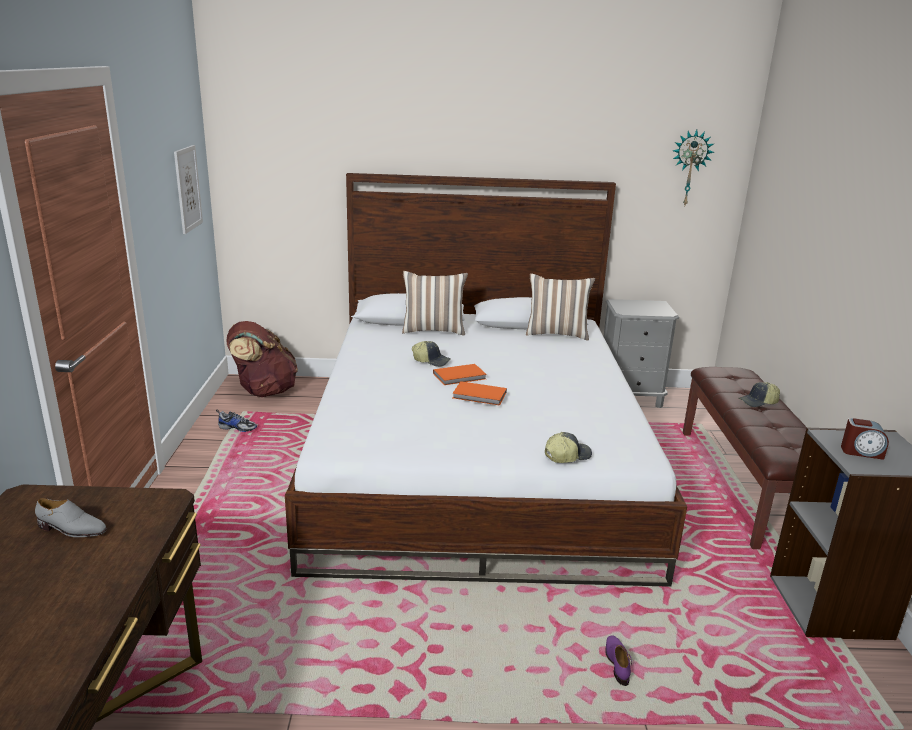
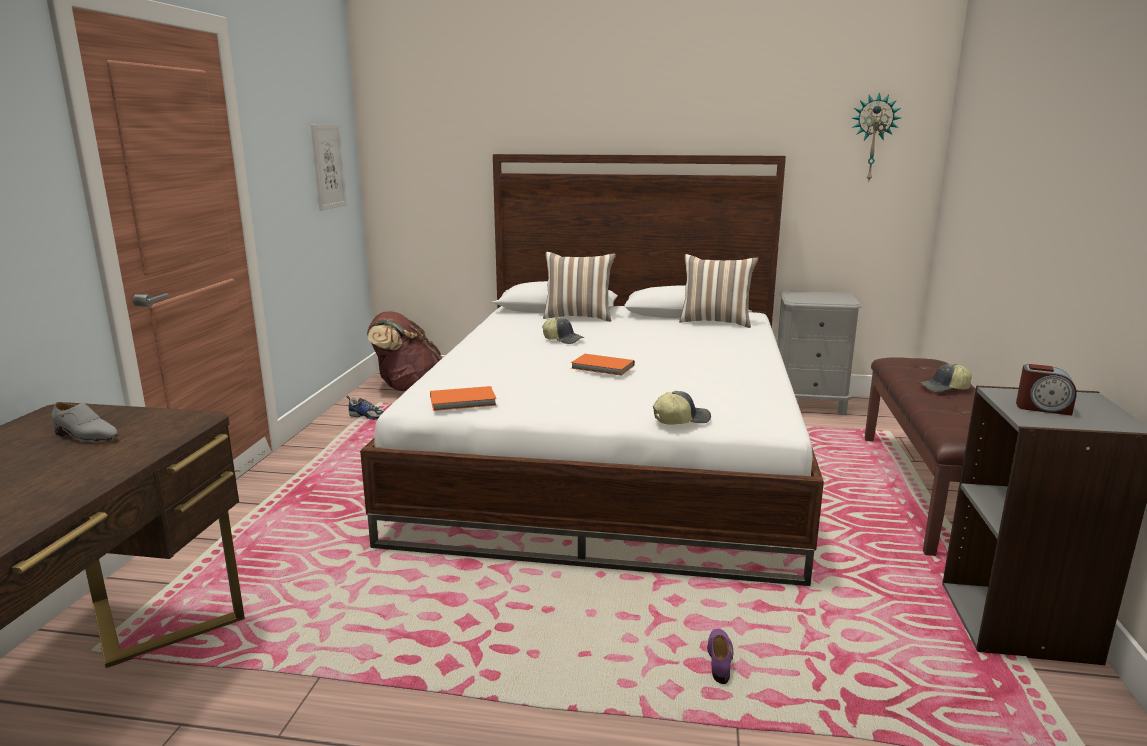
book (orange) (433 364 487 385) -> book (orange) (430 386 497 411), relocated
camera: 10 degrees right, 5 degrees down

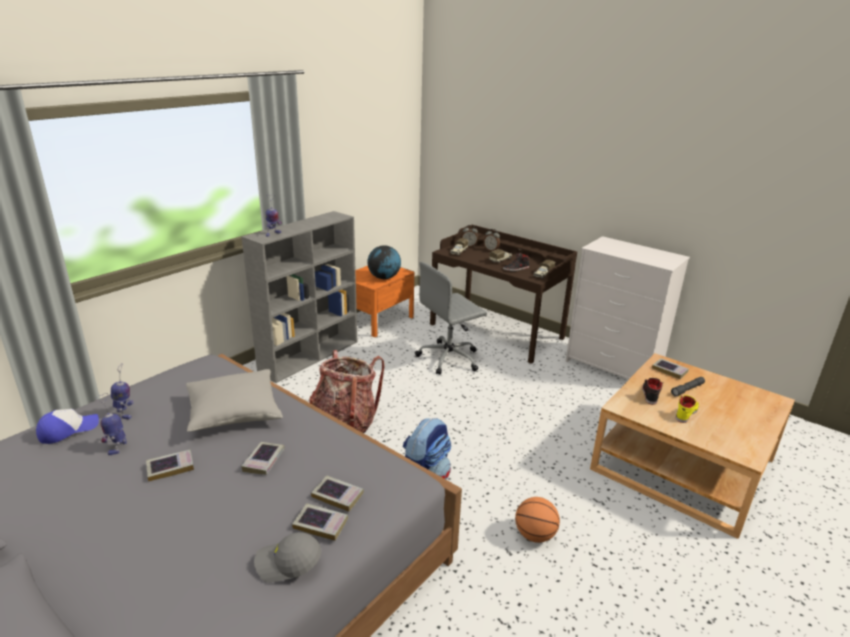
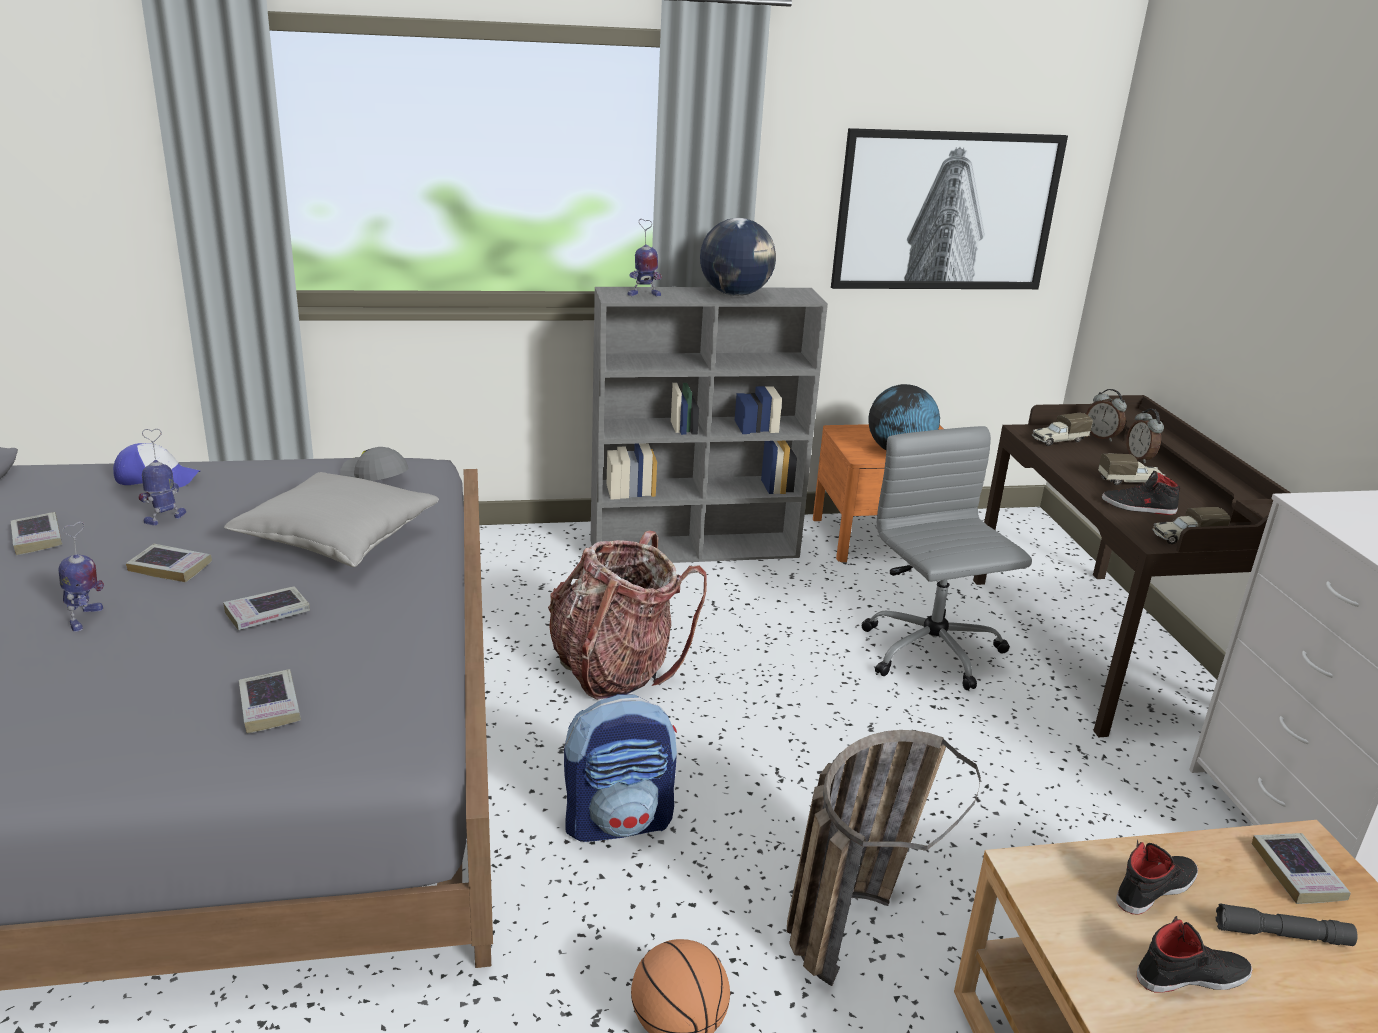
book (292 503 348 541) -> book (11 512 62 555), relocated
toy robot (111 363 134 419) -> toy robot (59 522 104 632), relocated
cap (grey) (254 532 321 583) -> cap (grey) (340 447 408 481), relocated
none -> globe (700 218 776 296)
none -> basket (787 730 981 986)
none -> picture (831 128 1068 289)
office chair (grey) (415 262 487 375) -> office chair (grey) (862 426 1032 690), 60 degrees clockwise
shoe (yellow) (676 395 699 423) -> shoe (black) (1137 916 1253 993)
camera: 40 degrees right, 0 degrees up

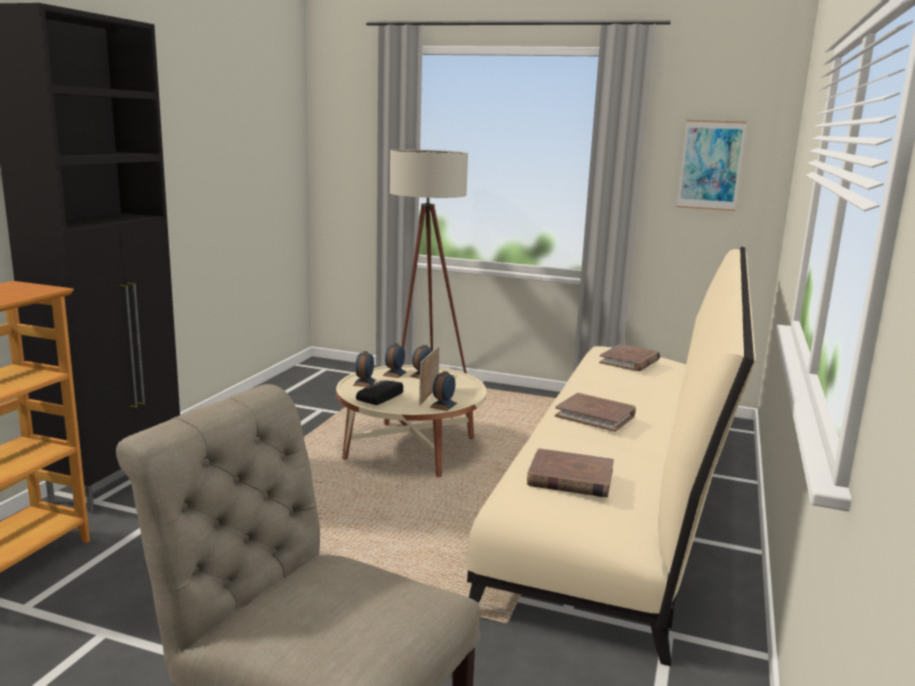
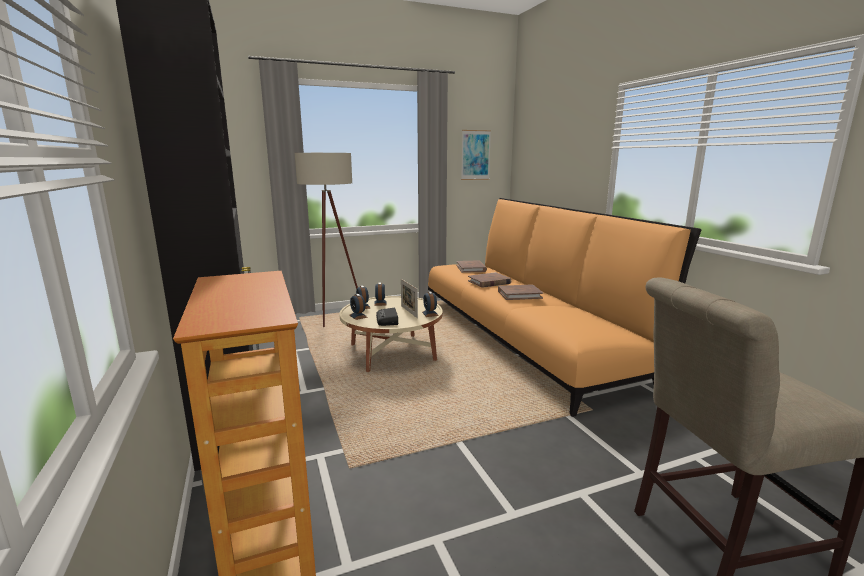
sofa (beige) (465 247 756 666) -> sofa (orange) (428 198 702 417)
book (brown) (527 448 614 498) -> book (brown) (468 272 511 288), relocated
camera: 40 degrees left, 0 degrees up

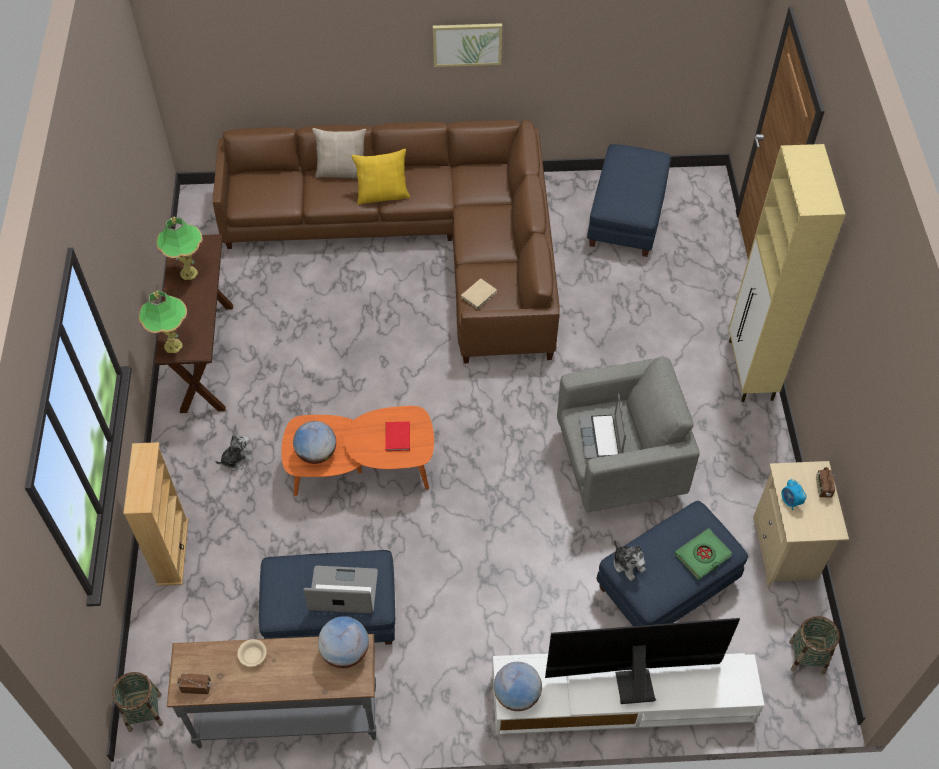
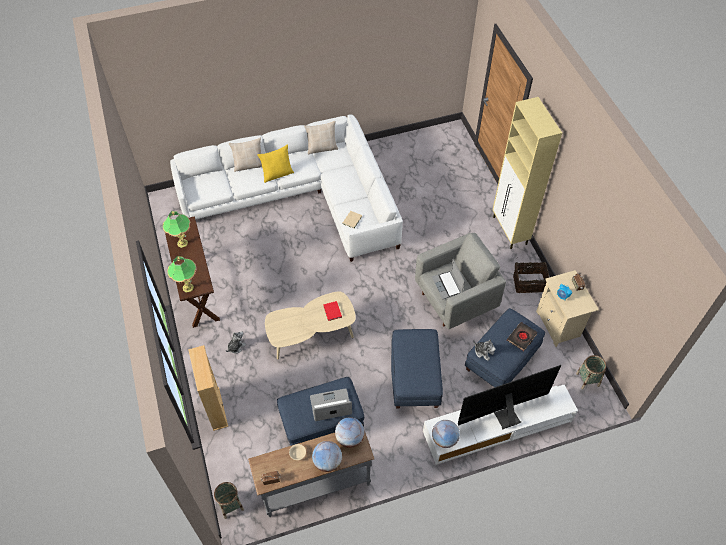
sofa (brown) (213 120 560 363) -> sofa (white) (170 115 403 262)
coffee table (orange) (281 406 434 496) -> coffee table (beige) (265 291 356 360)
none -> pillow (beige) (304 121 338 155)
globe (293 421 336 464) -> globe (312 441 342 472), relocated
ottoman (blue) (587 144 671 257) -> ottoman (blue) (391 329 443 409), relocated
book (green) (674 528 732 580) -> book (black) (507 322 538 351)
none -> basket (513 262 549 293)
picture (433 23 502 67) -> none
camera: 15 degrees left, 0 degrees up

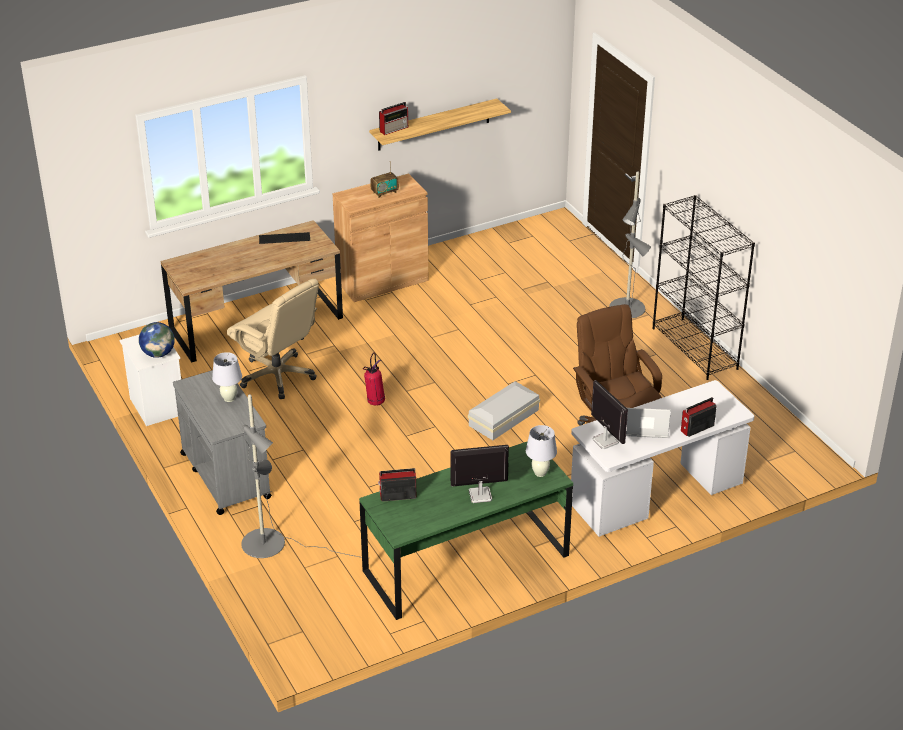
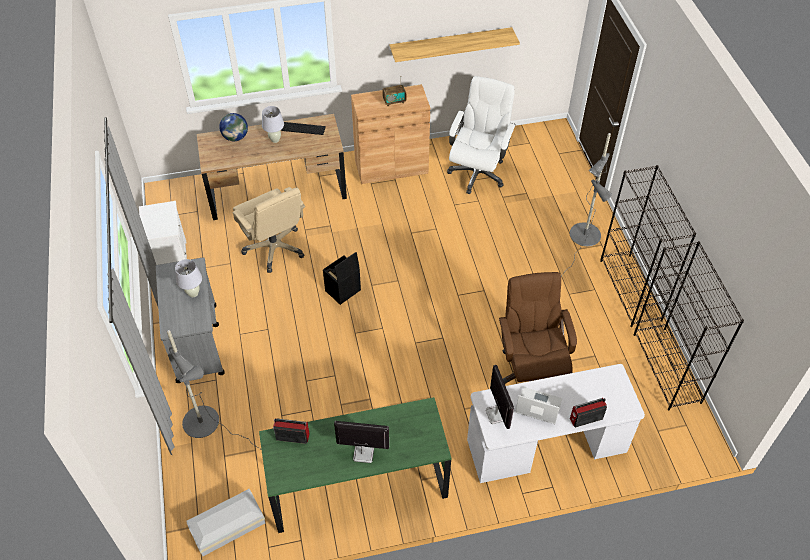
storage box (white) (468 381 540 440) -> storage box (white) (187 489 265 556), relocated
globe (139 322 175 358) -> globe (219 113 248 141), relocated
table lamp (white) (526 425 557 477) -> table lamp (white) (262 106 284 143), relocated
fire extinguisher (363 352 385 405) -> storage box (black) (323 252 361 305)
none -> office chair (white) (447 76 516 194)
none -> bookcase (black) (634 241 744 410)
radio (379 102 408 135) -> none
camera: 15 degrees right, 15 degrees up

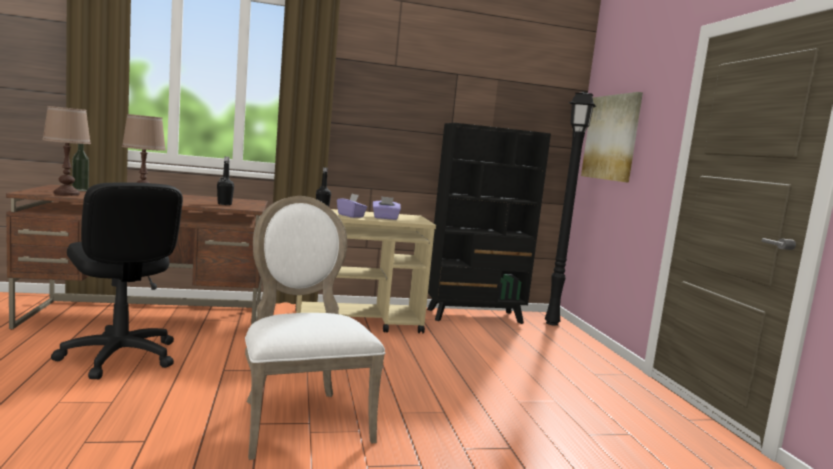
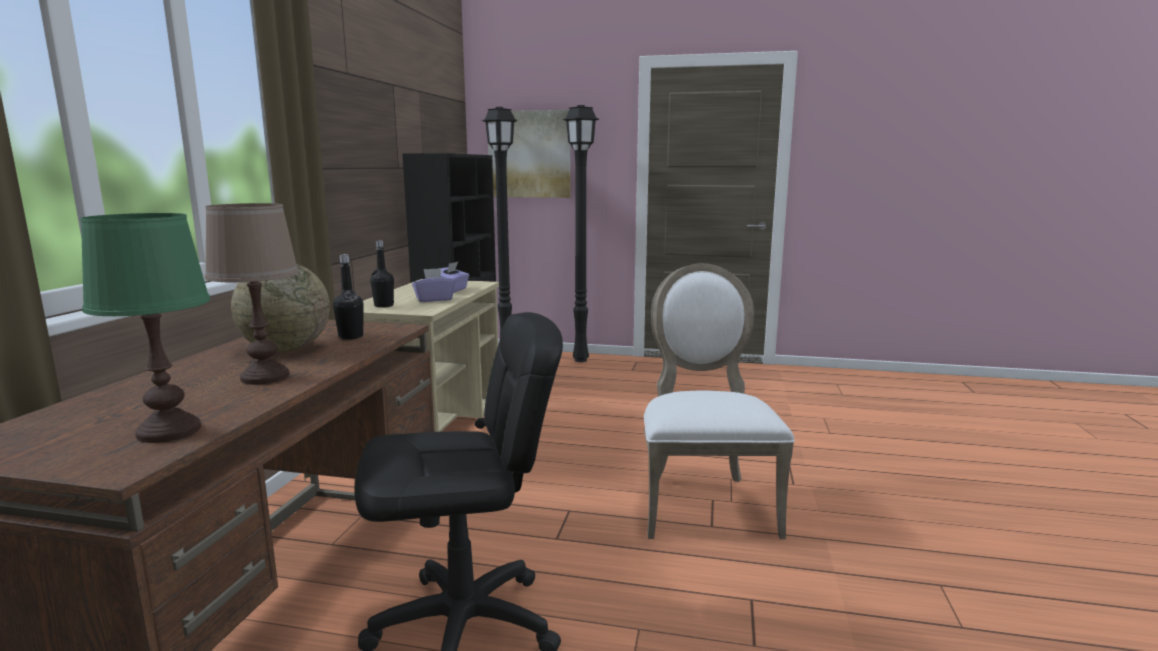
table lamp (brown) (42 106 91 196) -> table lamp (green) (80 213 210 443)
none -> globe (231 264 330 352)
none -> floor lamp (black) (563 105 599 362)
chair (white) (245 196 385 460) -> chair (white) (644 263 795 539), 90 degrees clockwise
bottle (72 144 89 191) -> none
camera: 65 degrees left, 5 degrees up

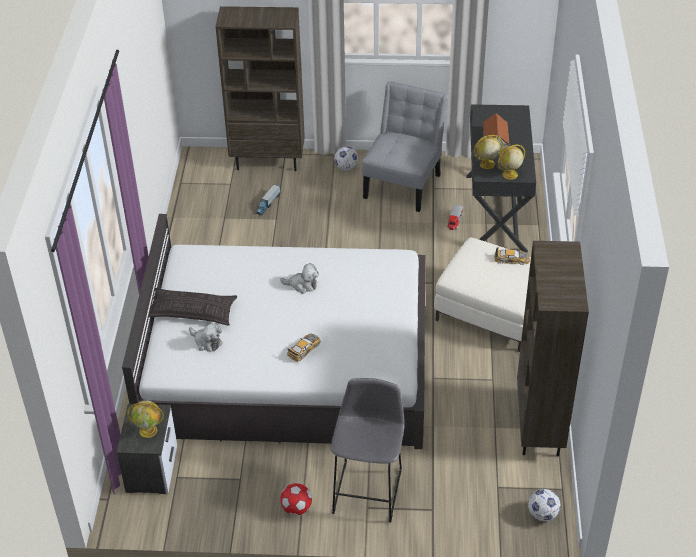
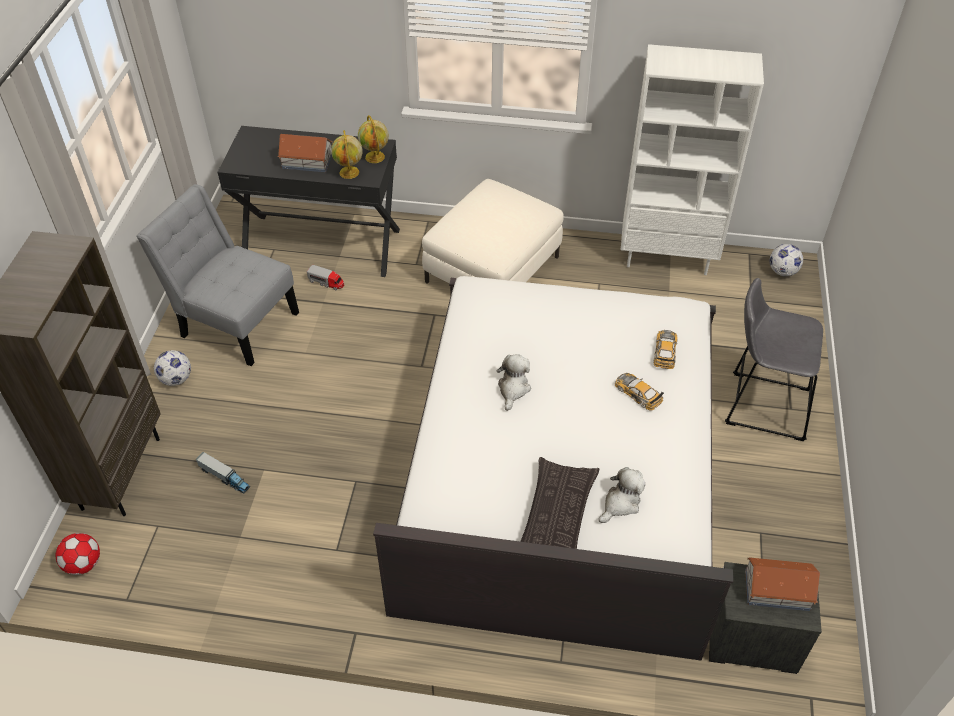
football (280 483 312 515) -> football (56 533 100 575), relocated
bookcase (brown) (517 241 589 456) -> bookcase (white) (621 44 764 275)
toy car (495 247 530 265) -> toy car (654 330 678 369), relocated
globe (127 400 164 438) -> toy house (745 558 820 611)
camera: 85 degrees left, 5 degrees up

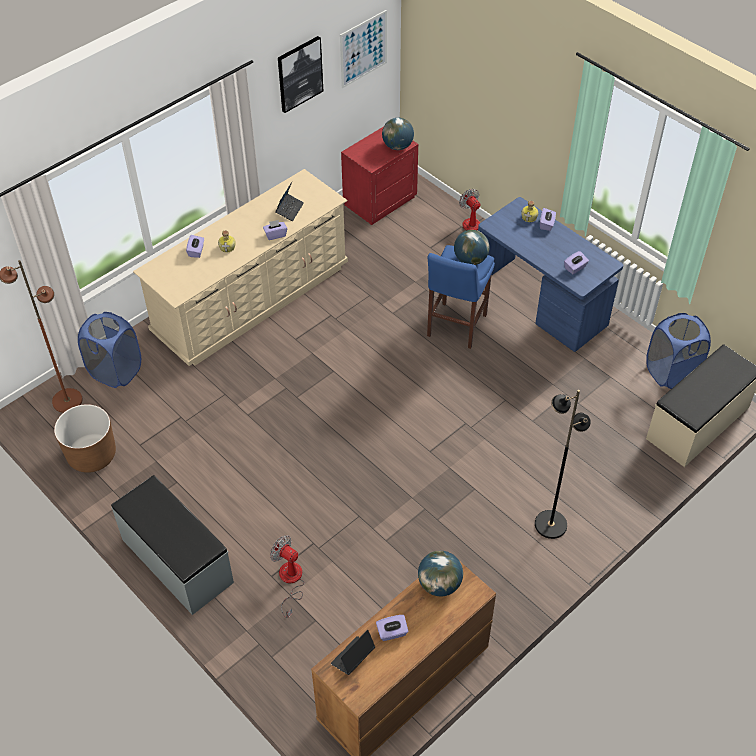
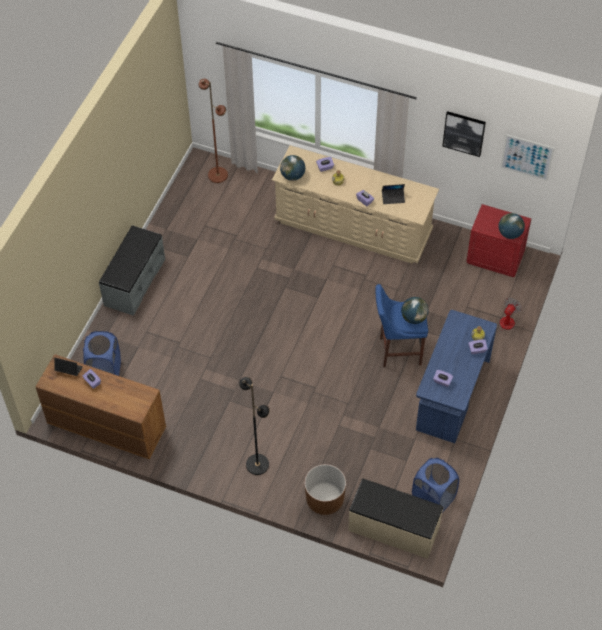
laundry basket (blue) (78 312 141 388) -> laundry basket (blue) (83 331 121 376), relocated
globe (418 551 463 596) -> globe (280 155 305 181), relocated
planter (brown) (54 404 116 473) -> planter (brown) (304 464 346 515), relocated
fan (270 535 305 618) -> none
camera: 65 degrees right, 5 degrees up

